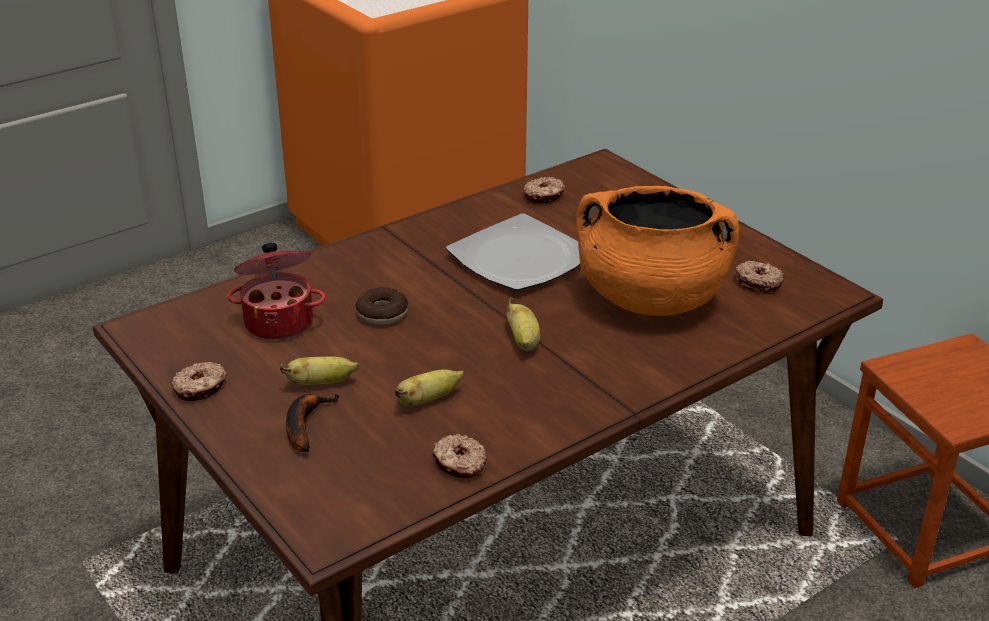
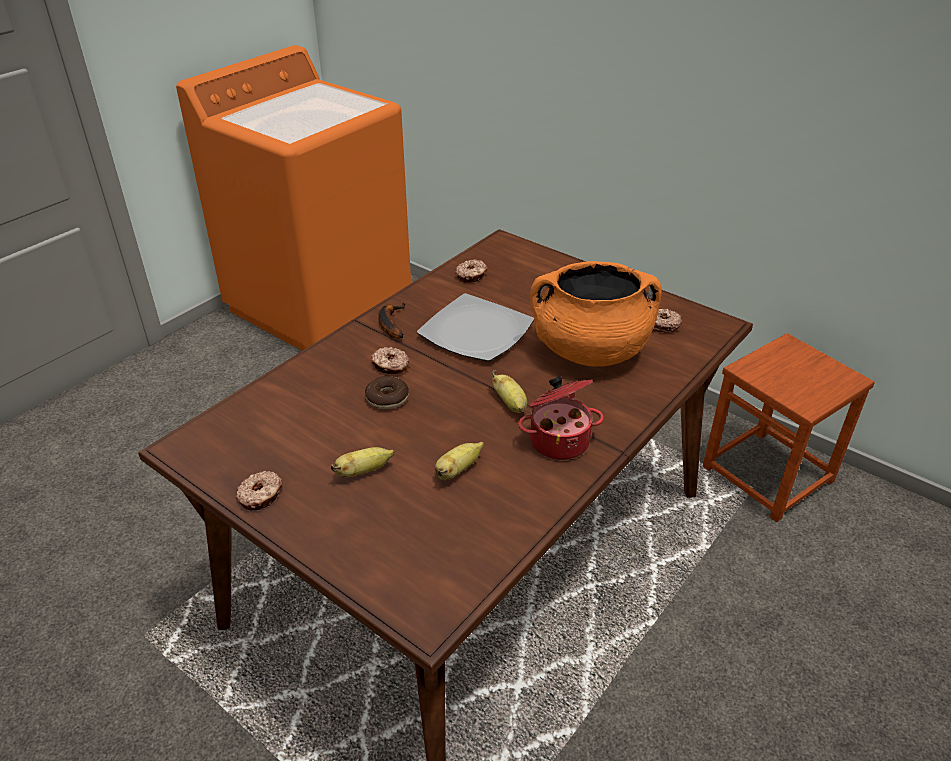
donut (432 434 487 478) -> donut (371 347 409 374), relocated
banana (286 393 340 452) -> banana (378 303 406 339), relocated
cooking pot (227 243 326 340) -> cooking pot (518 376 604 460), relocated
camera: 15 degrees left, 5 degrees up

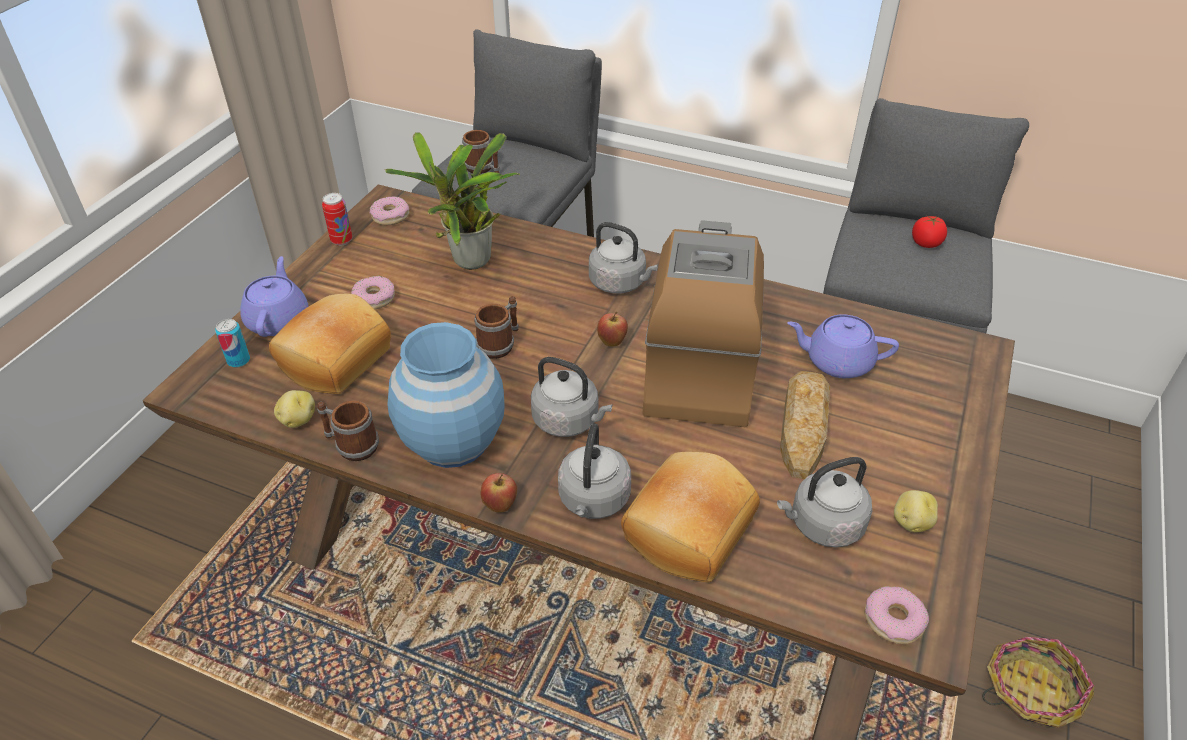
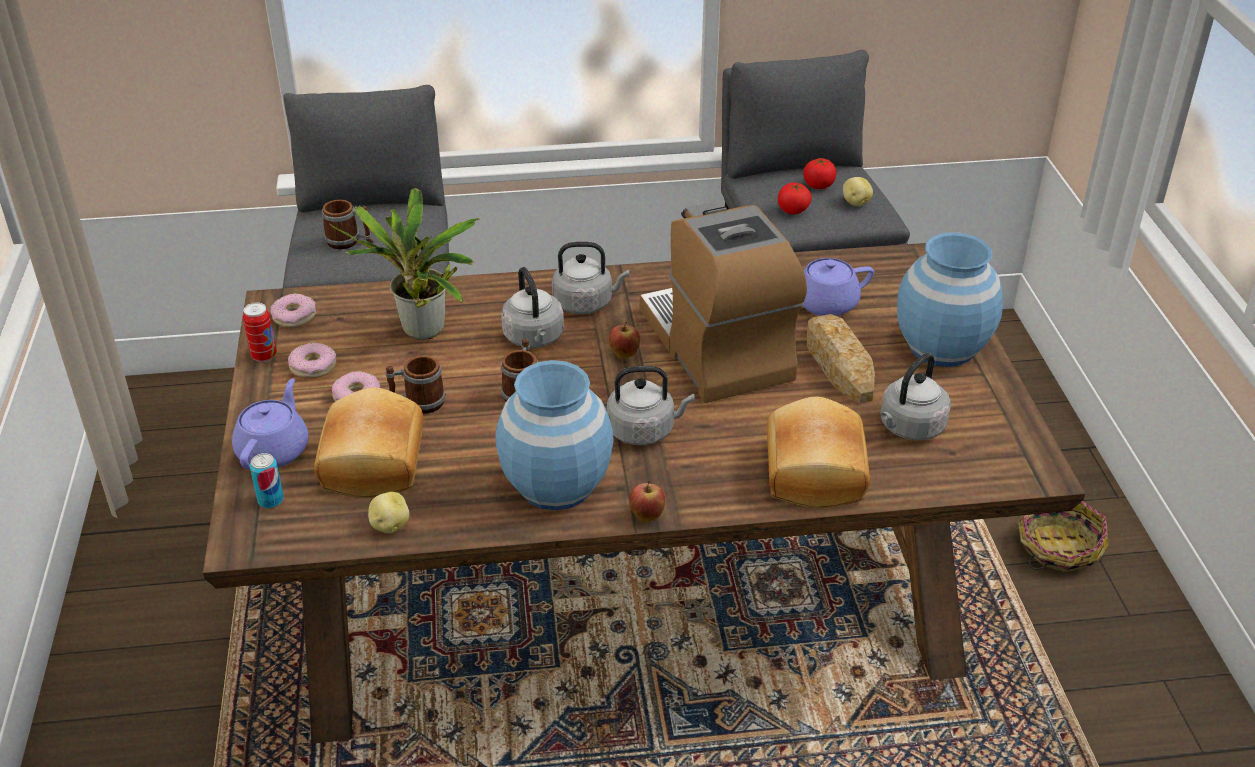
teapot (purple) (240 256 308 337) -> teapot (purple) (232 378 309 469), 45 degrees clockwise
donut (865 586 929 644) -> donut (288 343 336 379), relocated
mug (317 401 379 461) -> mug (386 356 446 414), relocated
kettle (grey) (558 423 631 519) -> kettle (grey) (501 267 564 348), relocated
none -> tomato (778 182 812 214)
potato (894 490 938 532) -> potato (843 177 873 206), relocated
none -> vase (blue) (897 232 1003 367)
camera: 30 degrees left, 5 degrees down

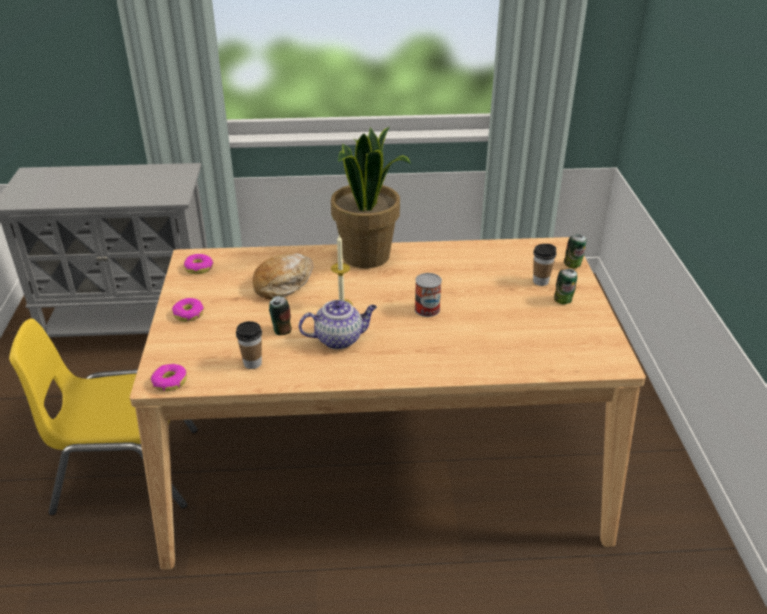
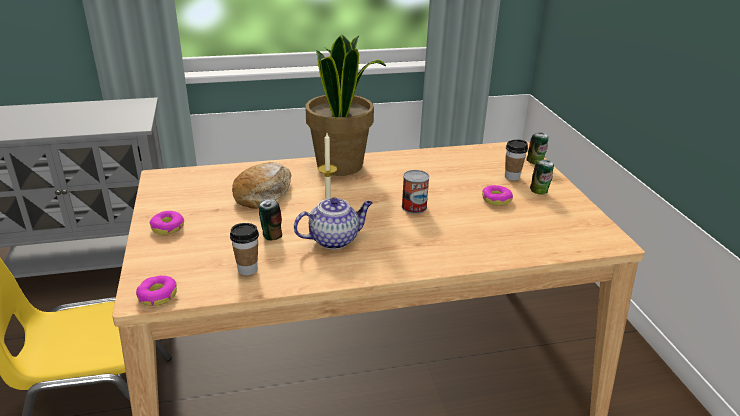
donut (184 254 214 274) -> donut (482 185 513 206), relocated
camera: 10 degrees left, 5 degrees down

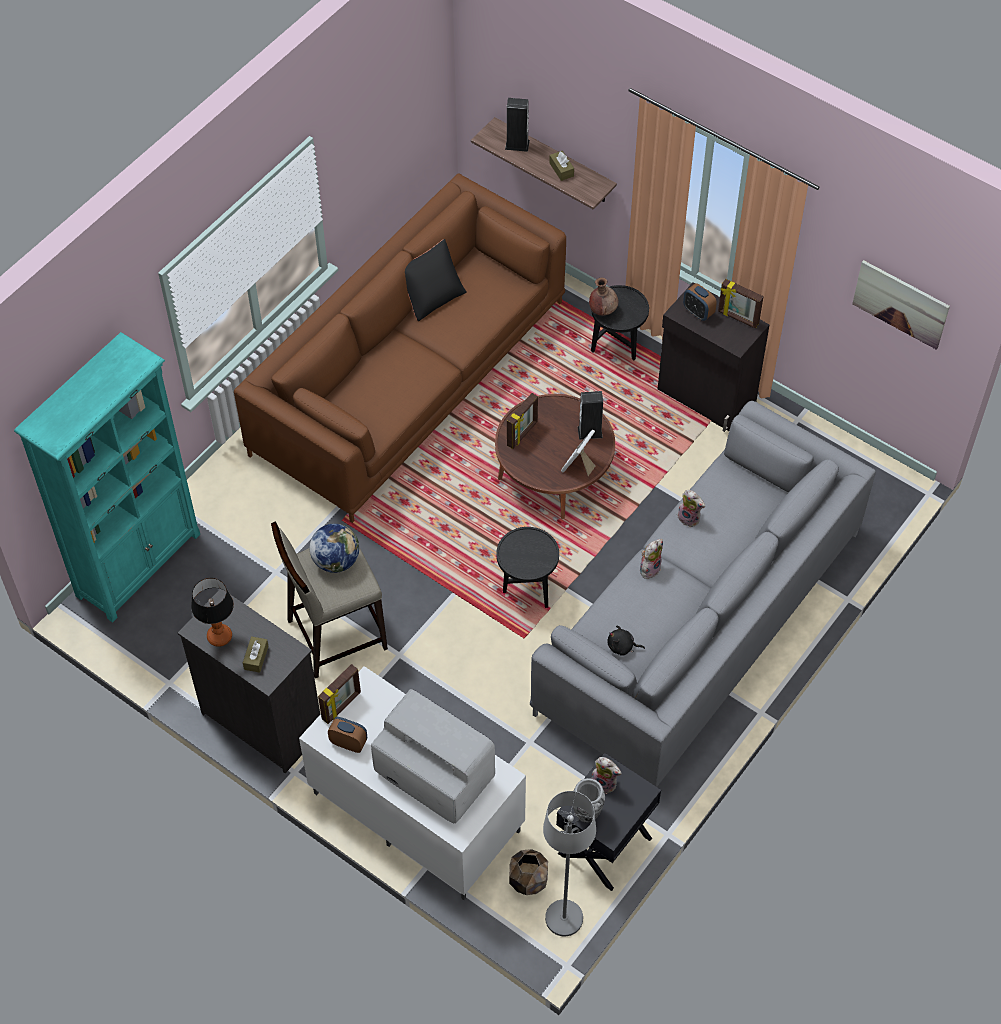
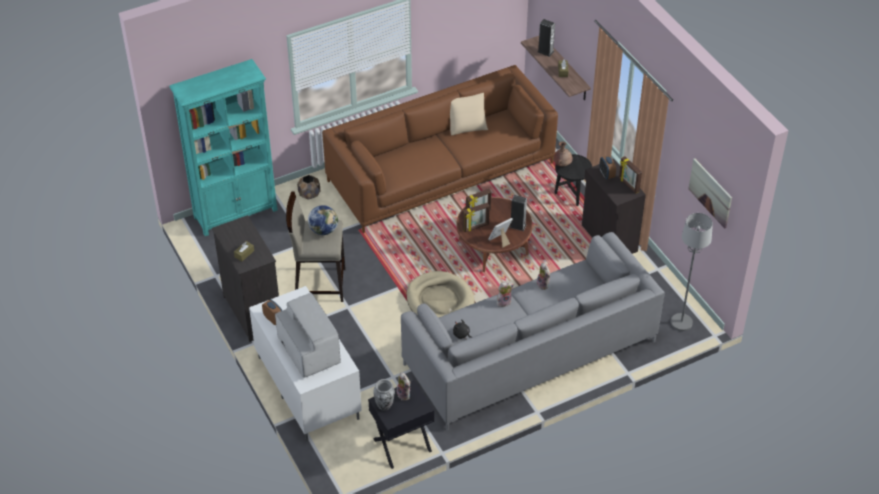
planter (brown) (509 849 548 895) -> planter (brown) (297 175 320 200), relocated
side table (black) (496 527 559 608) -> dog bed (beige) (406 271 475 318)
pillow (black) (405 239 467 321) -> pillow (beige) (450 93 488 136)
picture frame (318 664 361 724) -> picture frame (463 203 490 232), relocated
floor lamp (grey) (543 791 596 936) -> floor lamp (grey) (671 213 713 331), relocated
table lamp (191 578 234 647) -> none
camera: 25 degrees right, 10 degrees down

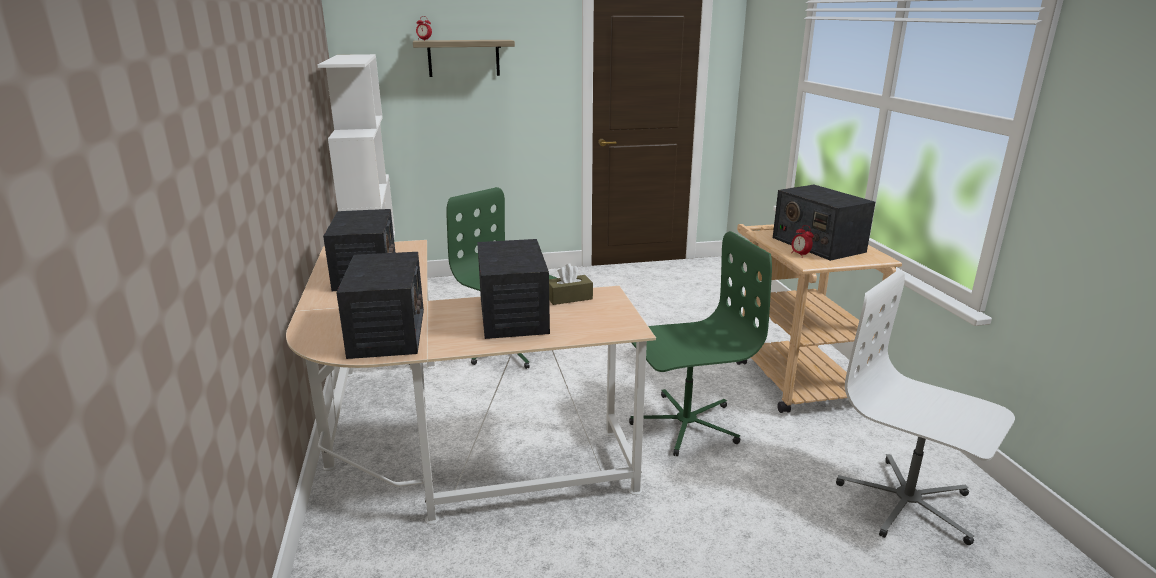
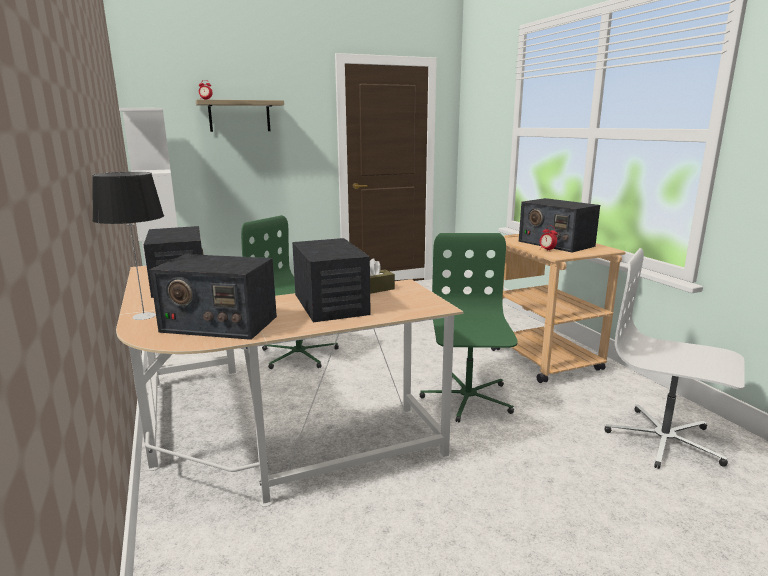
none -> table lamp (92 172 164 320)
radio (336 252 424 359) -> radio (150 254 277 340), 120 degrees clockwise
office chair (green) (629 231 772 456) -> office chair (green) (420 233 518 422), 60 degrees counterclockwise
camera: 10 degrees left, 5 degrees down

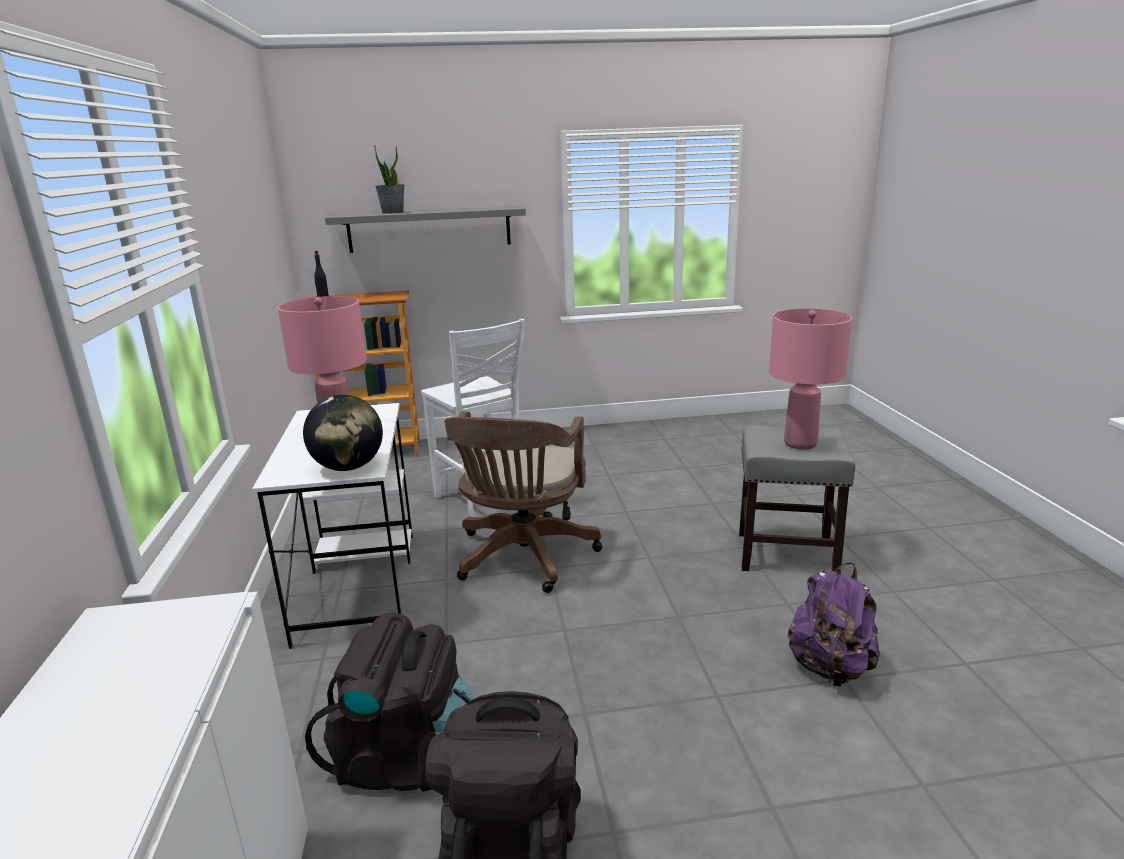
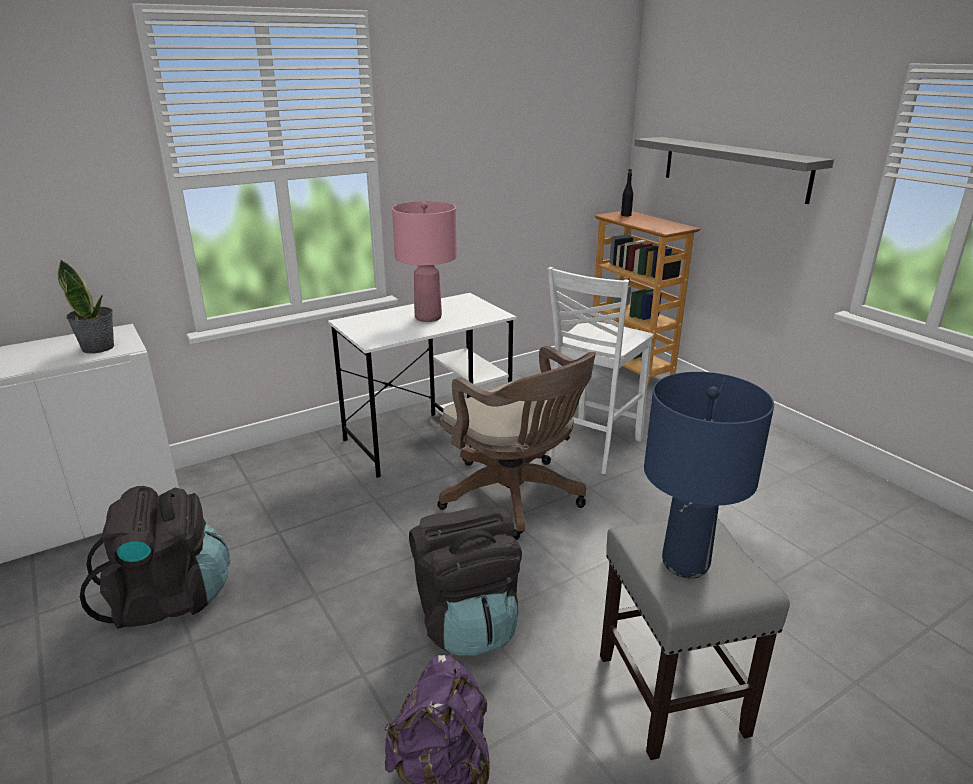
potted plant (374 145 404 214) -> potted plant (57 260 114 354), relocated
backpack (black) (305 612 474 792) -> backpack (black) (409 507 522 656), relocated
office chair (brown) (444 411 602 593) -> office chair (brown) (437 346 596 540), 120 degrees counterclockwise
table lamp (pink) (769 308 852 450) -> table lamp (blue) (644 372 774 579)
globe (303 395 383 471) -> none
camera: 65 degrees right, 5 degrees up

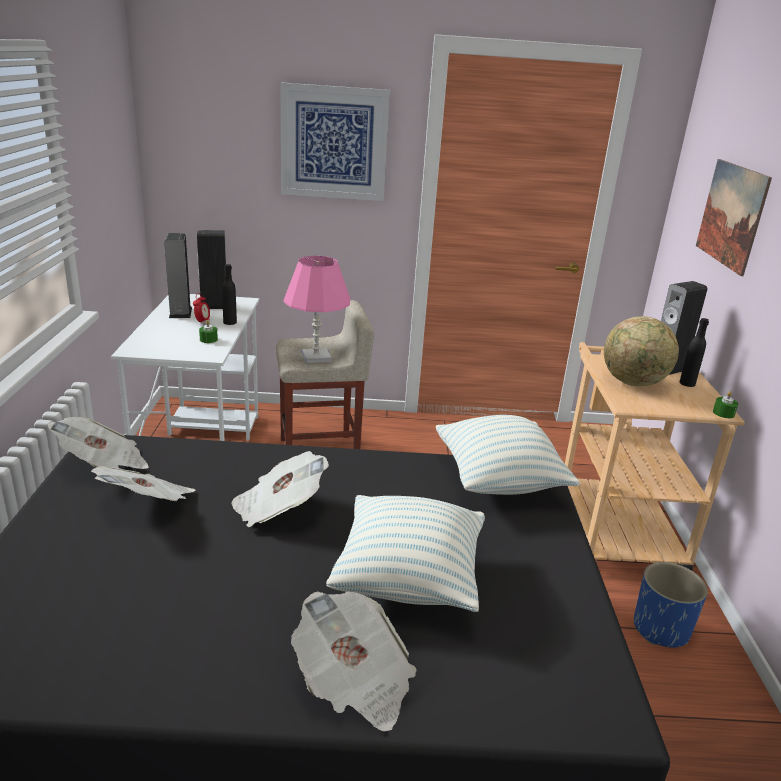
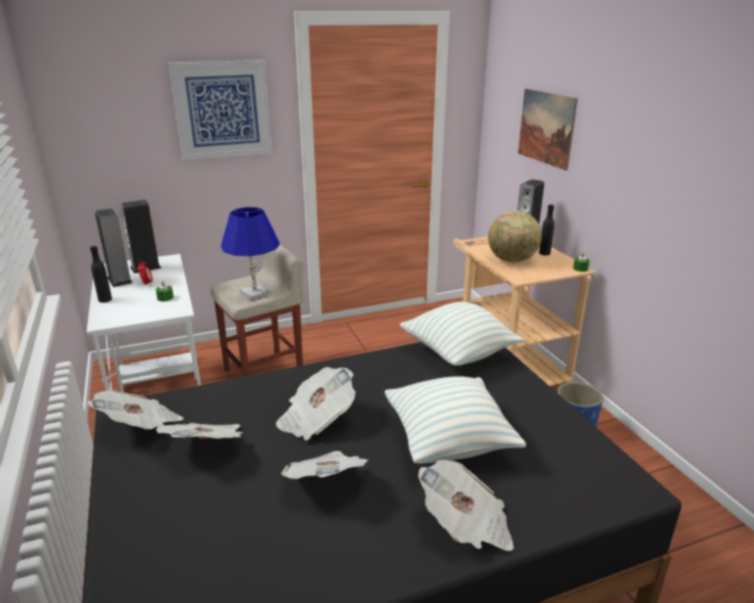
bottle (black) (222 264 237 325) -> bottle (black) (90 246 112 303), relocated
table lamp (pink) (283 256 350 363) -> table lamp (blue) (221 207 280 300)
none -> newspaper (281 451 368 479)
camera: 20 degrees left, 0 degrees up

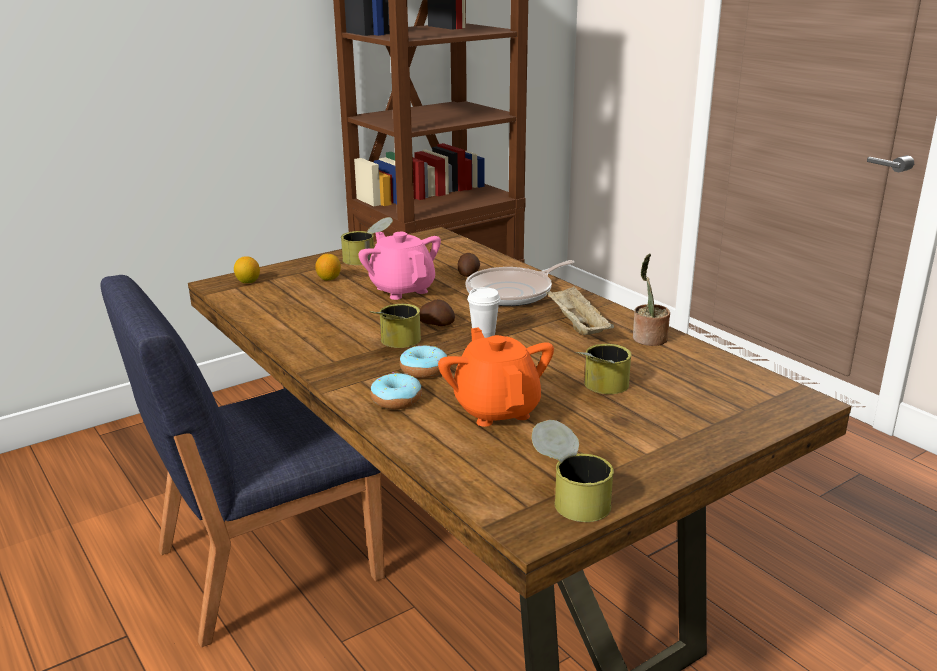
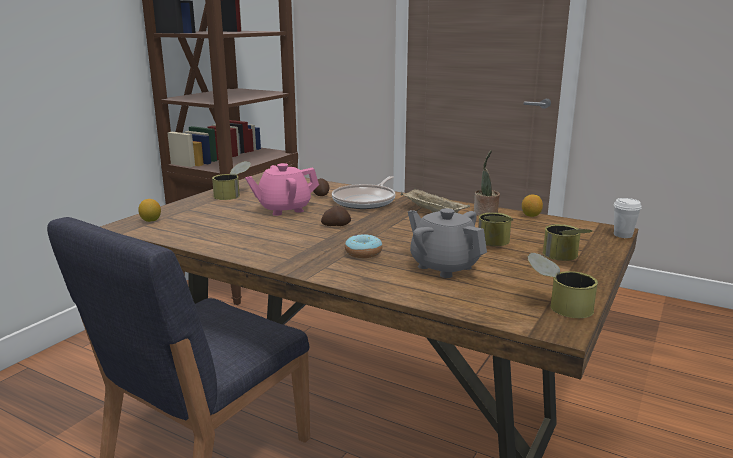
teapot (pink) (358 232 441 300) -> teapot (pink) (245 163 319 216), 60 degrees counterclockwise
teapot (orange) (438 327 554 427) -> teapot (grey) (408 208 487 278)
lemon (315 254 341 280) -> lemon (522 195 543 217), relocated
can (369 304 421 348) -> can (543 224 592 261), relocated
cup (white) (467 287 500 338) -> cup (white) (614 198 641 238), relocated
donut (371 372 422 409) -> none
camera: 25 degrees left, 5 degrees down

